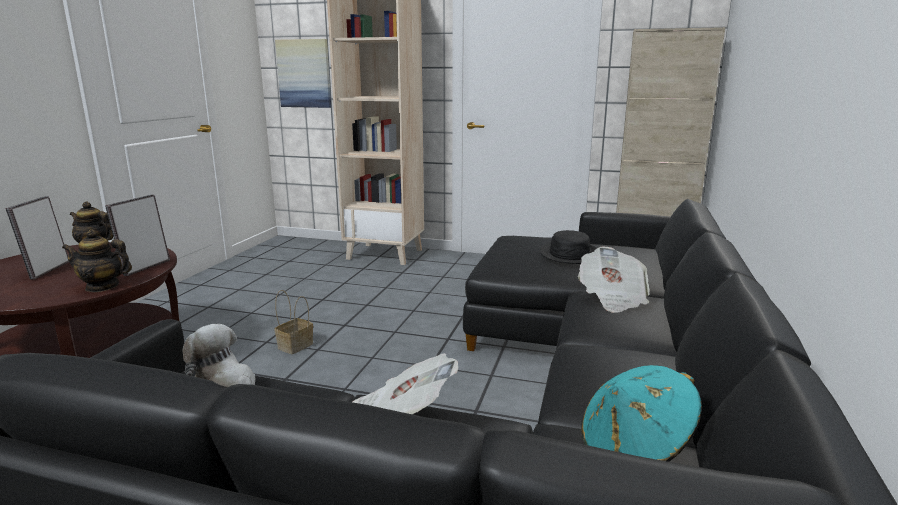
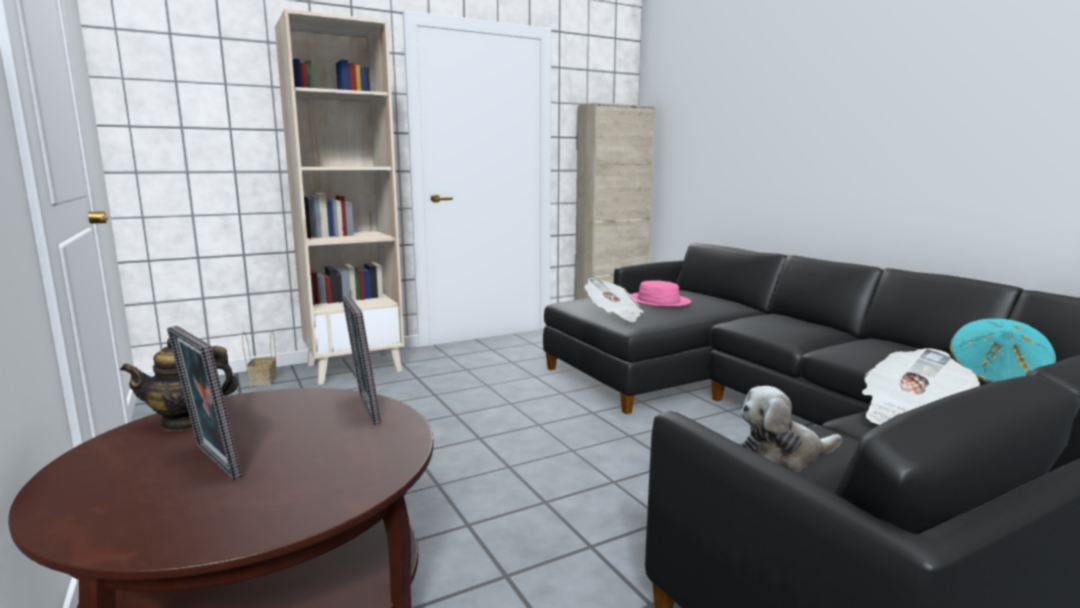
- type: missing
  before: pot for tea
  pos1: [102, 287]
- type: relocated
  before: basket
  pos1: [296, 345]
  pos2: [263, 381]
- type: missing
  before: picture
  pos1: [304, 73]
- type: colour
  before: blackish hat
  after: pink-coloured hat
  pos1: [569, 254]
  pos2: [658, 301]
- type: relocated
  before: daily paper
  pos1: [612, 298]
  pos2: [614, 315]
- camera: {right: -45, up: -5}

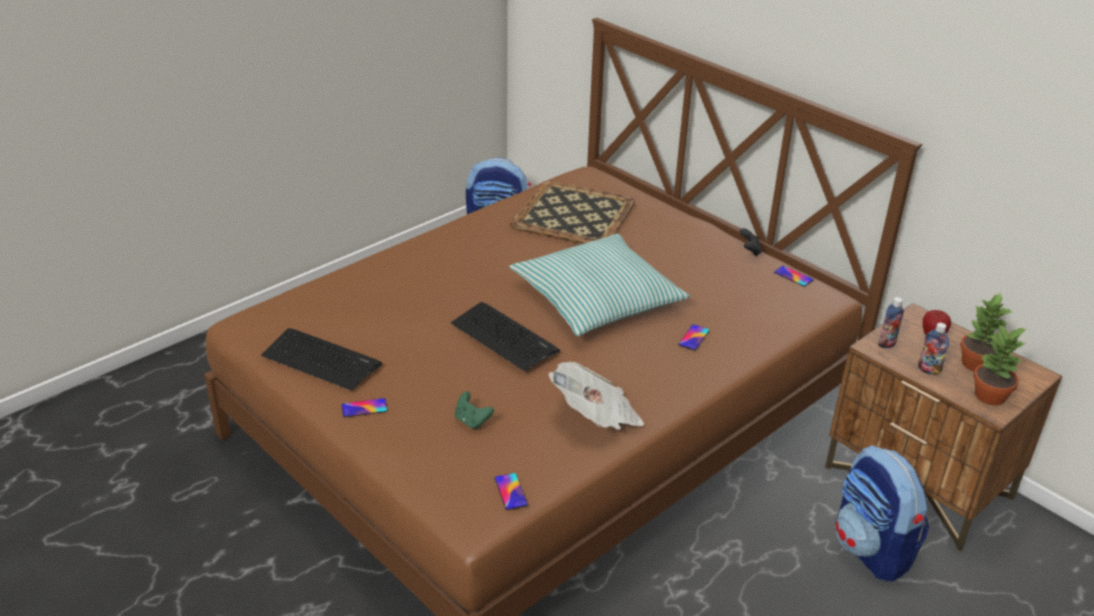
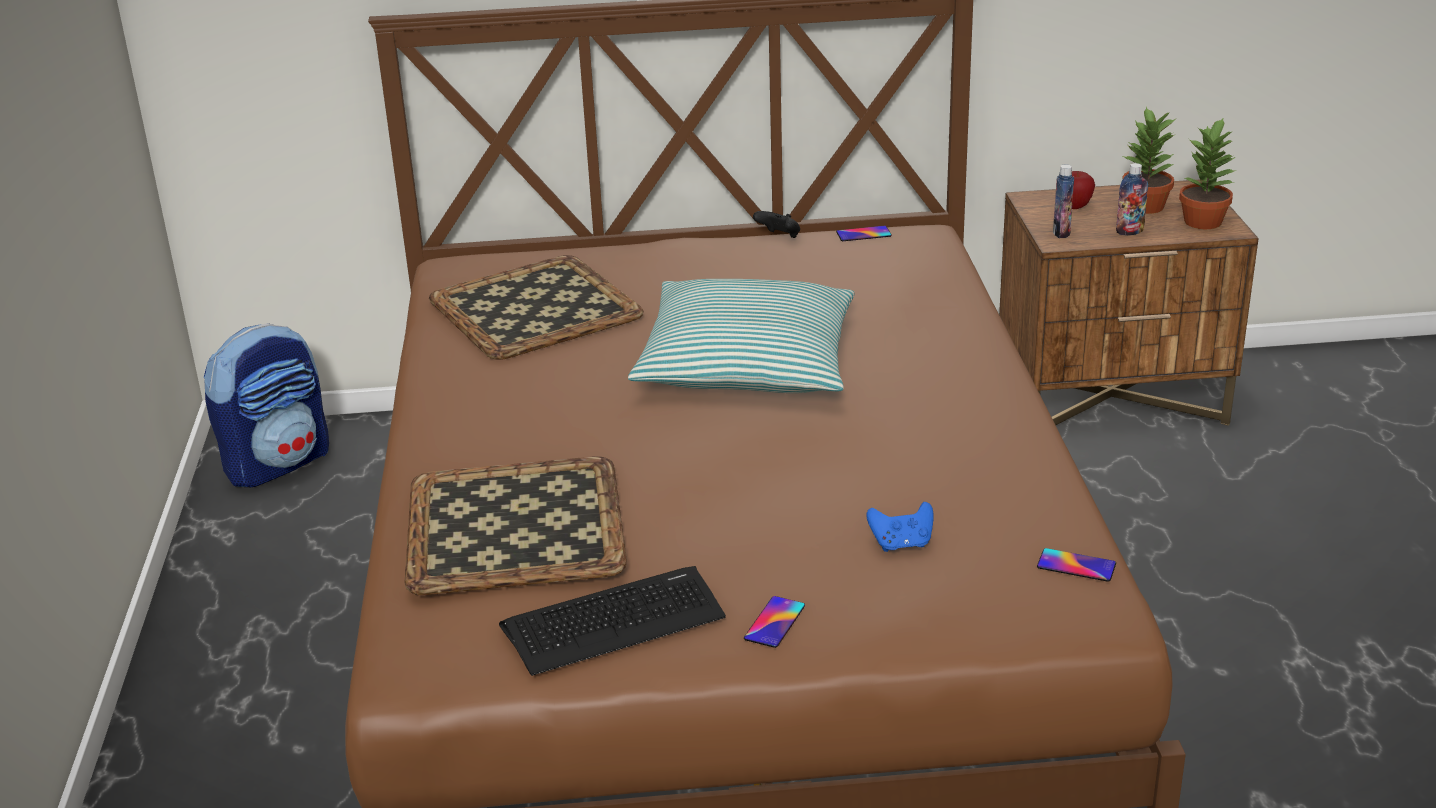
- type: missing
  before: computer keyboard
  pos1: [504, 337]
- type: colour
  before: green-coloured gamepad
  after: blue gamepad
  pos1: [472, 421]
  pos2: [901, 544]
- type: missing
  before: daily paper
  pos1: [596, 416]
- type: missing
  before: phone
  pos1: [693, 338]
- type: missing
  before: backpack
  pos1: [872, 550]
- type: appeared
  after: carrying tray
  pos2: [517, 527]
- camera: {right: -50, up: -5}

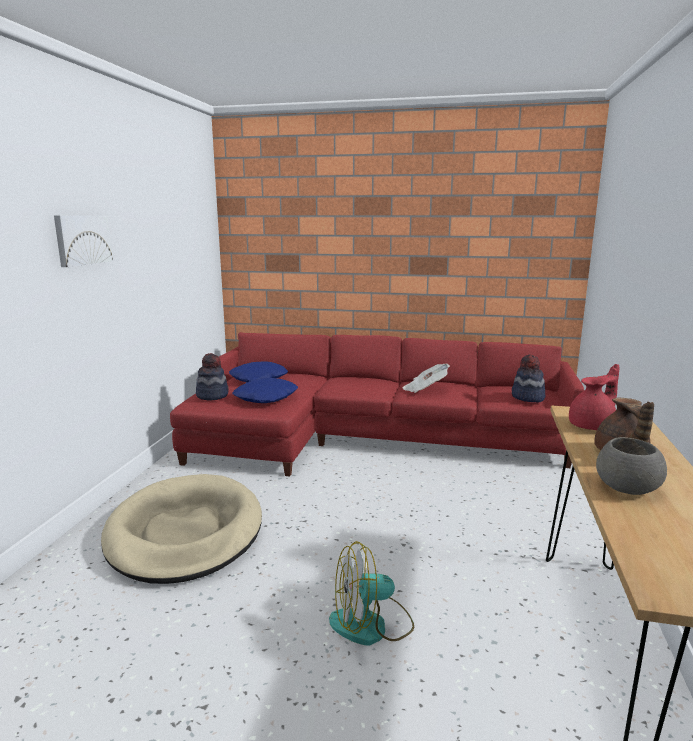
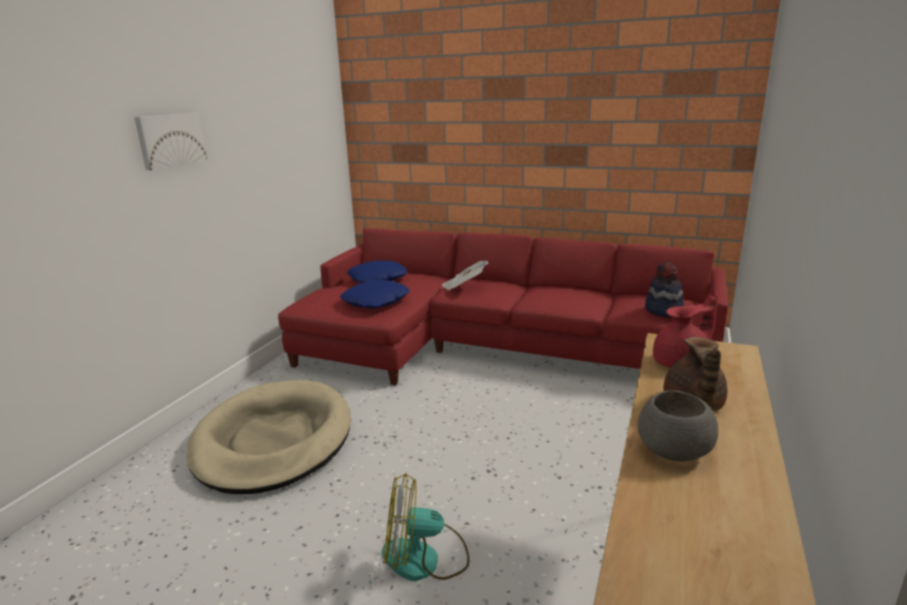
- type: missing
  before: hat
  pos1: [212, 395]
- type: relocated
  before: daily paper
  pos1: [425, 389]
  pos2: [464, 287]
- camera: {right: 10, up: 5}

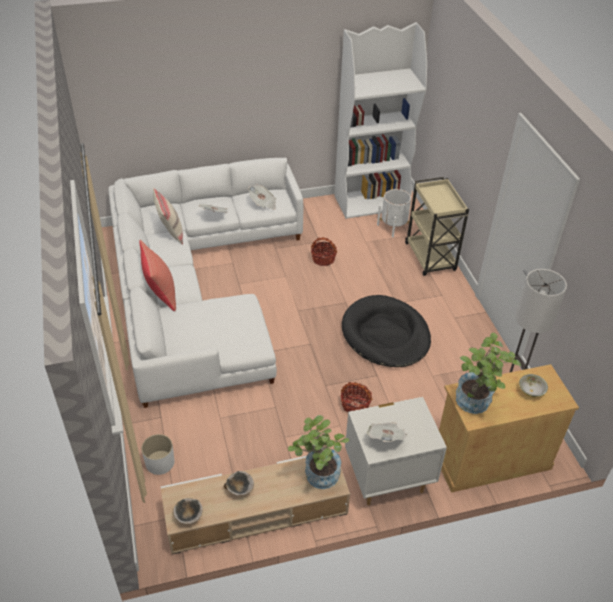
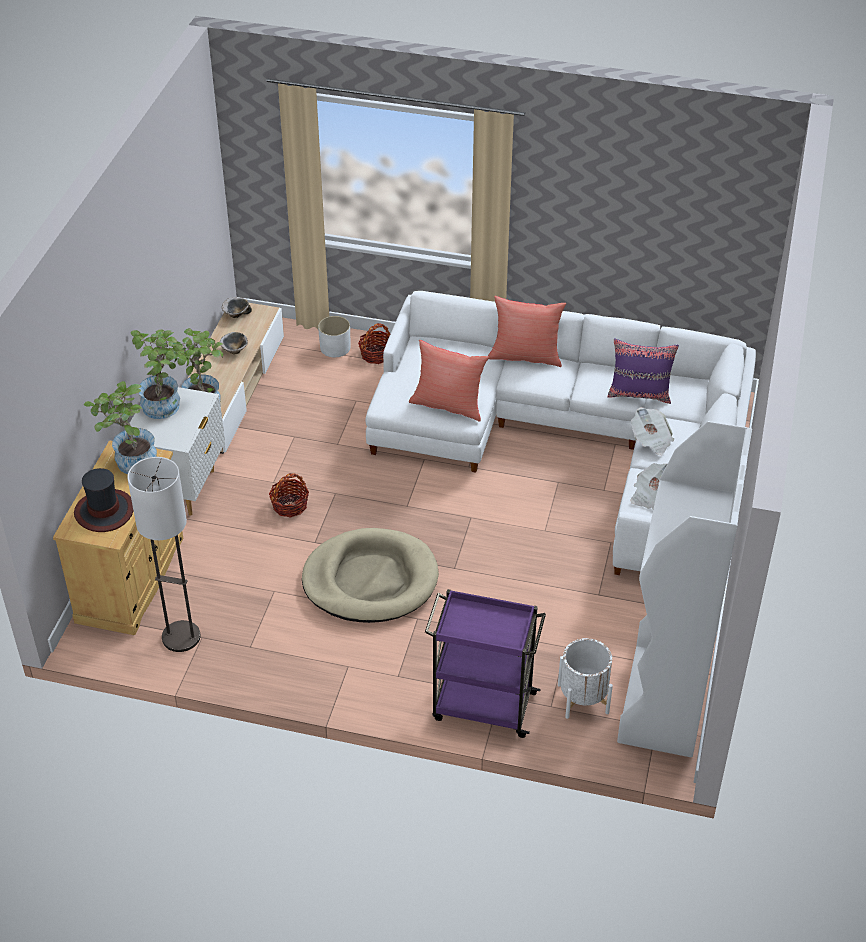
- type: colour
  before: sand-coloured pillow
  after: purple pillow
  pos1: [170, 232]
  pos2: [640, 393]
- type: relocated
  before: basket
  pos1: [323, 259]
  pos2: [376, 354]
- type: colour
  before: blackish pet bed
  after: sand-coloured pet bed
  pos1: [385, 334]
  pos2: [370, 580]
- type: exchanged
  before: daily paper
  after: plant in a pot
  pos1: [386, 438]
  pos2: [167, 405]
- type: colour
  before: sand-coloured trolley
  after: purple trolley
  pos1: [430, 258]
  pos2: [482, 706]
- type: exchanged
  before: deep dish
  after: hat
  pos1: [531, 391]
  pos2: [104, 511]
- type: appeared
  after: red pillow
  pos2: [448, 405]
- camera: {right: 120, up: 0}

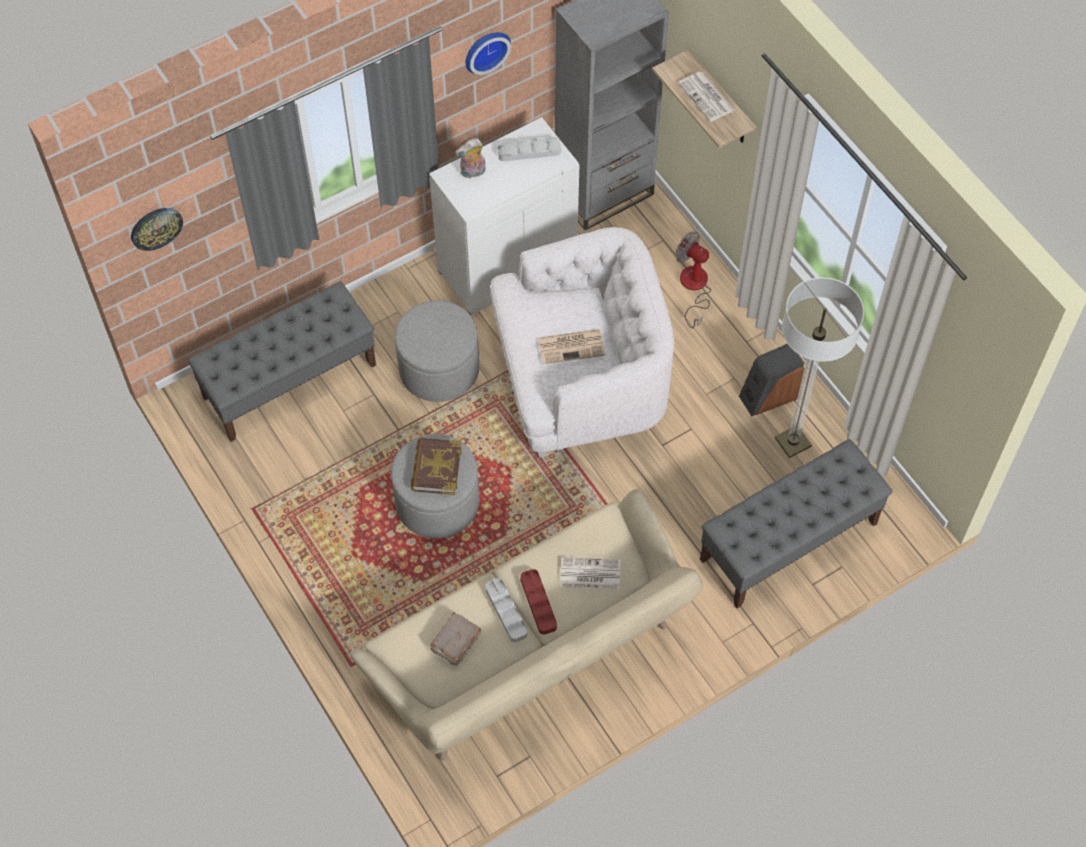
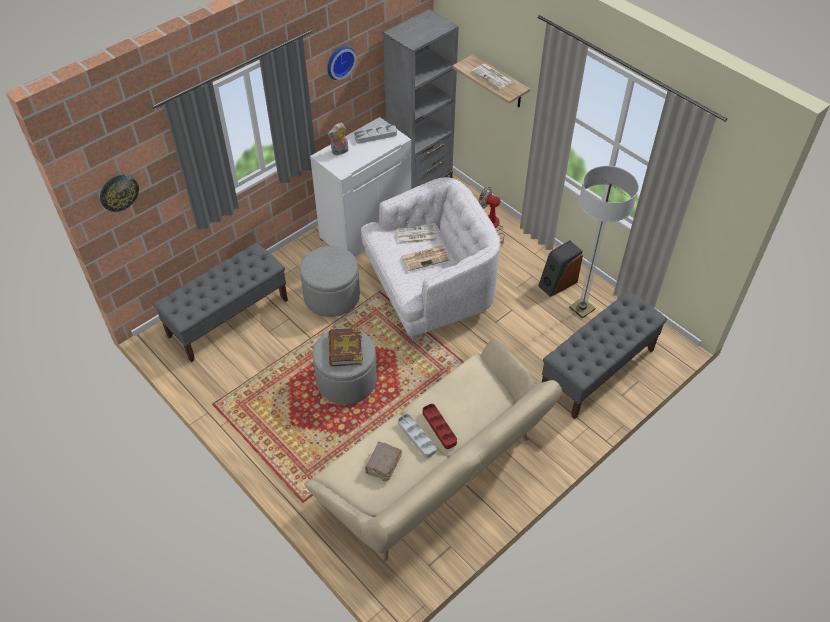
- type: relocated
  before: daily paper
  pos1: [589, 574]
  pos2: [416, 235]
- camera: {right: -10, up: -10}

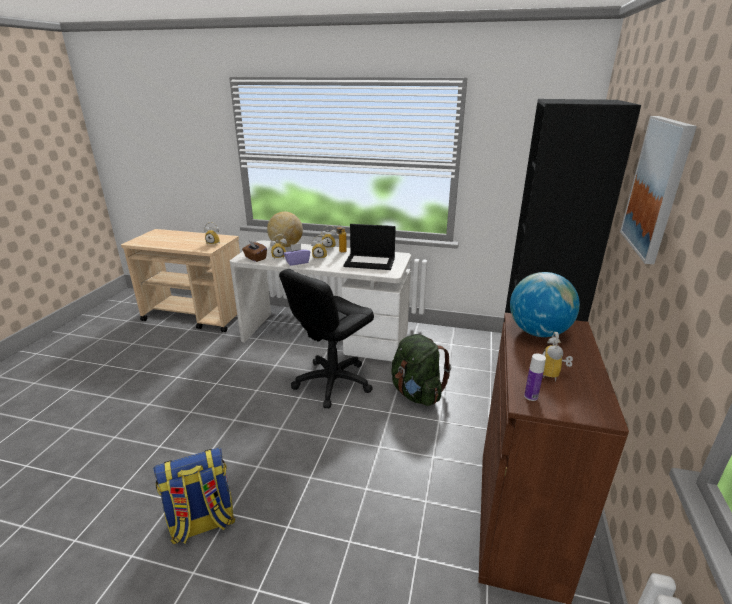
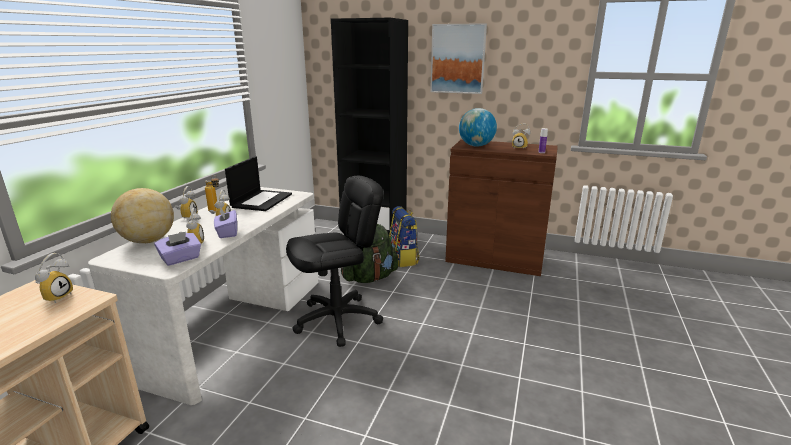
- type: relocated
  before: backpack
  pos1: [202, 523]
  pos2: [404, 259]
- type: colour
  before: brown box of tissues
  after: purple box of tissues
  pos1: [255, 258]
  pos2: [181, 259]
- type: spun
  before: blackish desk chair
  pos1: [332, 382]
  pos2: [337, 320]
  turn: -75
- camera: {right: -85, up: -5}

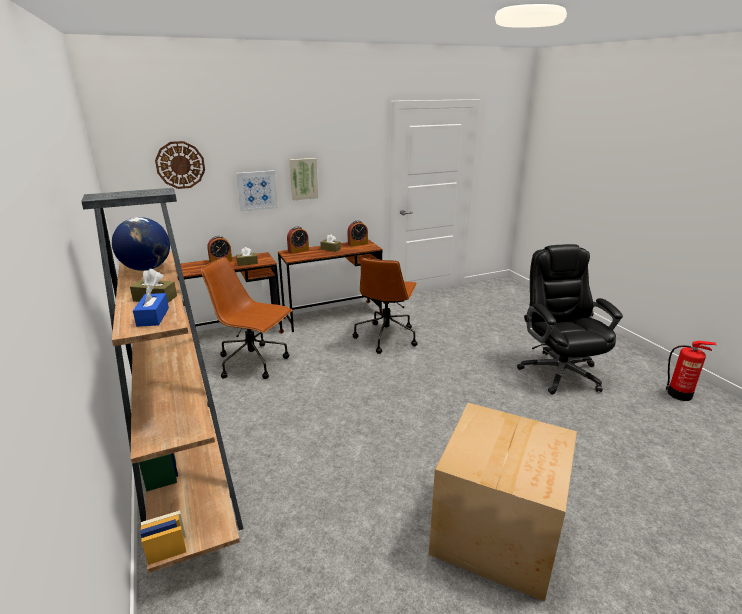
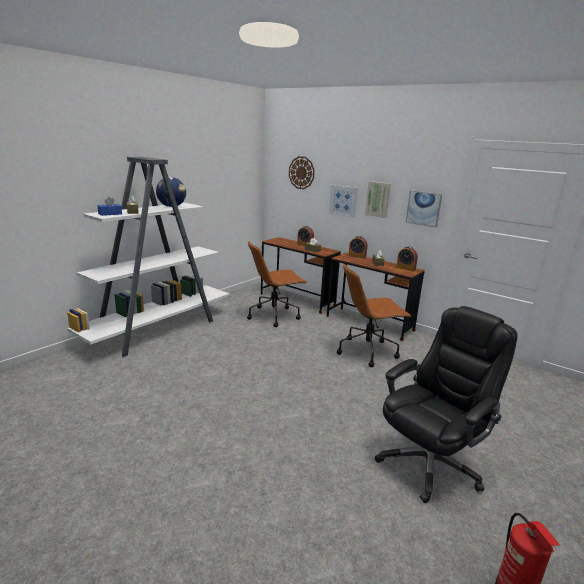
- type: colour
  before: brown bookshelf
  after: whitish bookshelf
  pos1: [186, 471]
  pos2: [159, 329]
- type: spun
  before: brown desk chair
  pos1: [254, 362]
  pos2: [274, 316]
  turn: -105
- type: missing
  before: cardboard box
  pos1: [498, 531]
- type: appeared
  after: picture
  pos2: [423, 208]
- camera: {right: 60, up: -5}

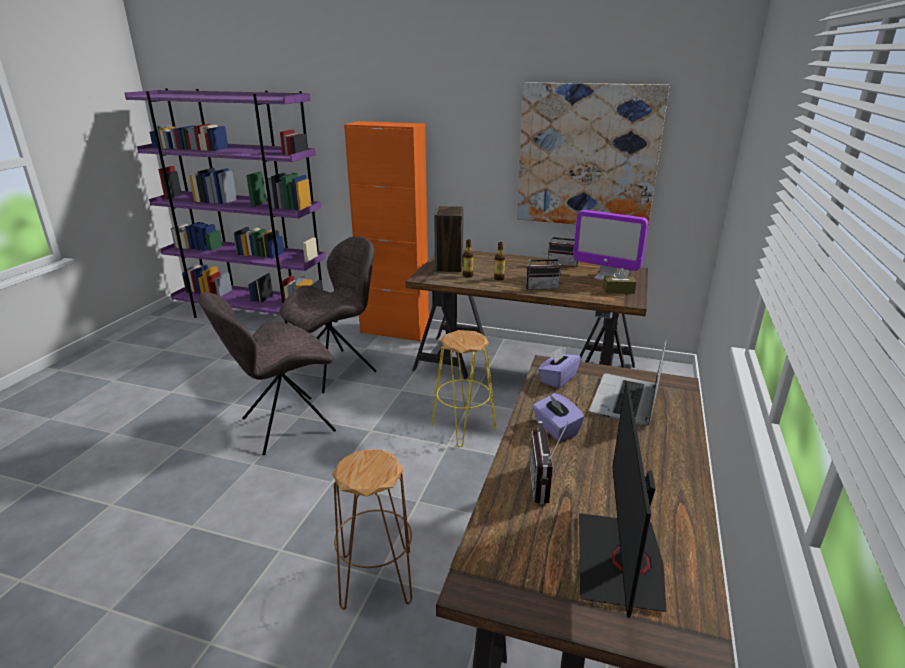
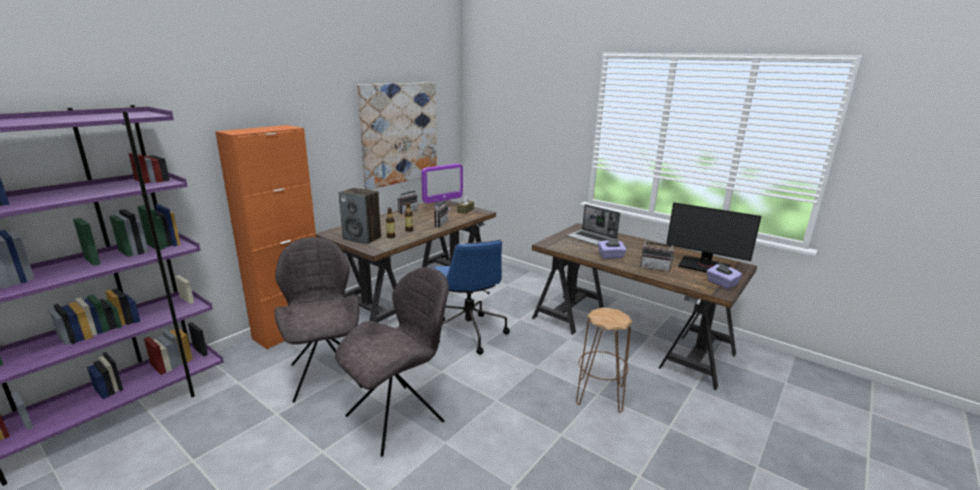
- type: spun
  before: greyish upright chair
  pos1: [284, 426]
  pos2: [398, 417]
  turn: -120
- type: exchanged
  before: yellowish stool seat
  after: blue desk chair
  pos1: [463, 427]
  pos2: [468, 332]
- type: relocated
  before: purple box of tissues
  pos1: [557, 379]
  pos2: [721, 284]
- camera: {right: -70, up: -5}

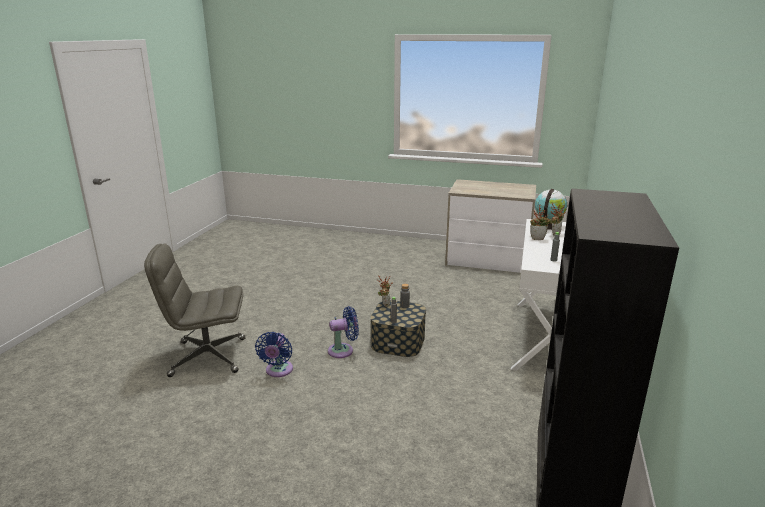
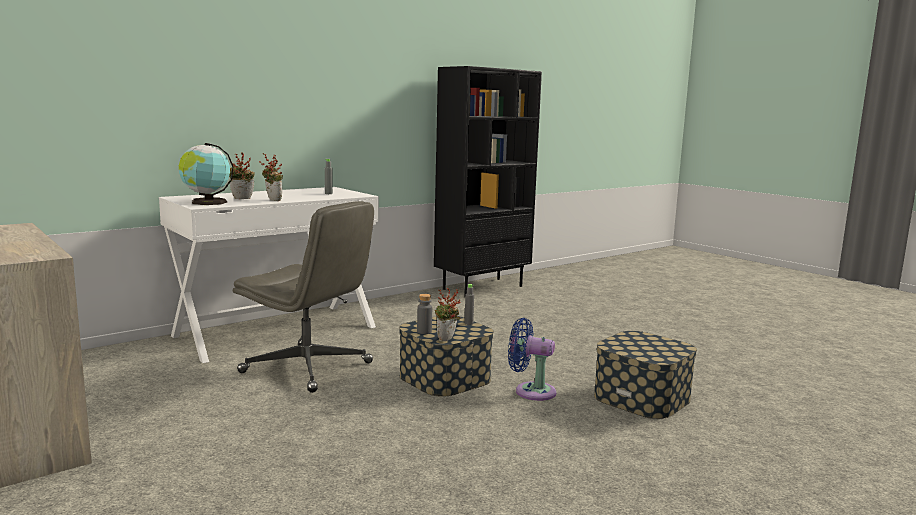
- type: relocated
  before: greyish desk chair
  pos1: [207, 357]
  pos2: [308, 368]
- type: exchanged
  before: blue cooling fan
  after: storage box
  pos1: [278, 371]
  pos2: [641, 397]
- camera: {right: -145, up: -10}

